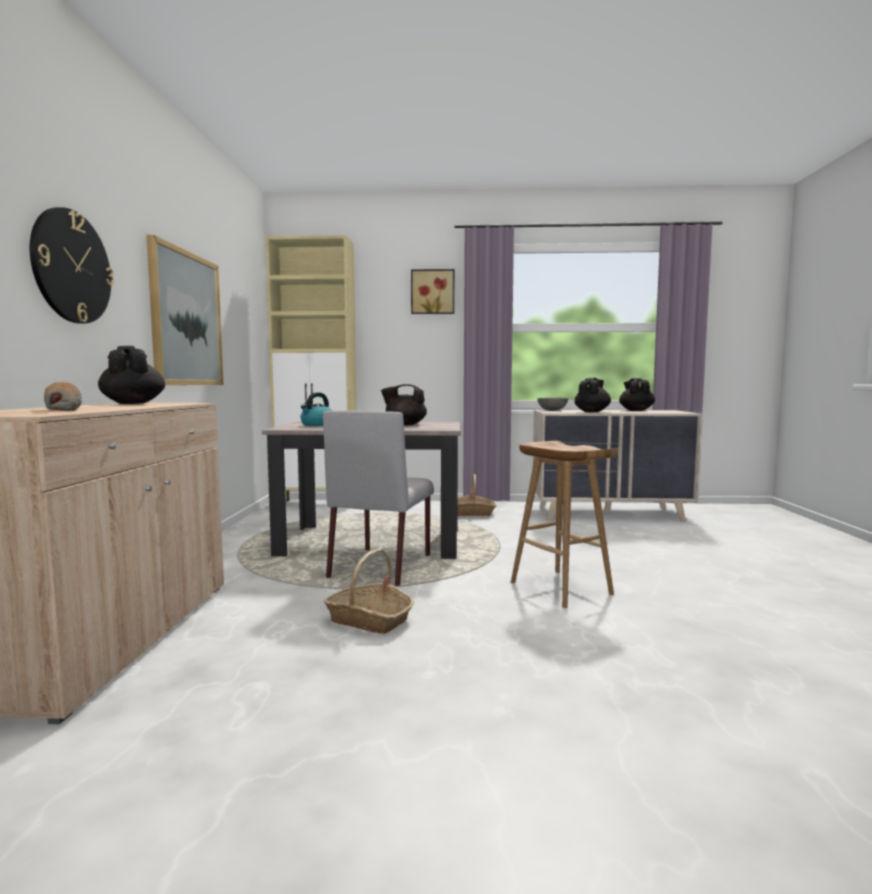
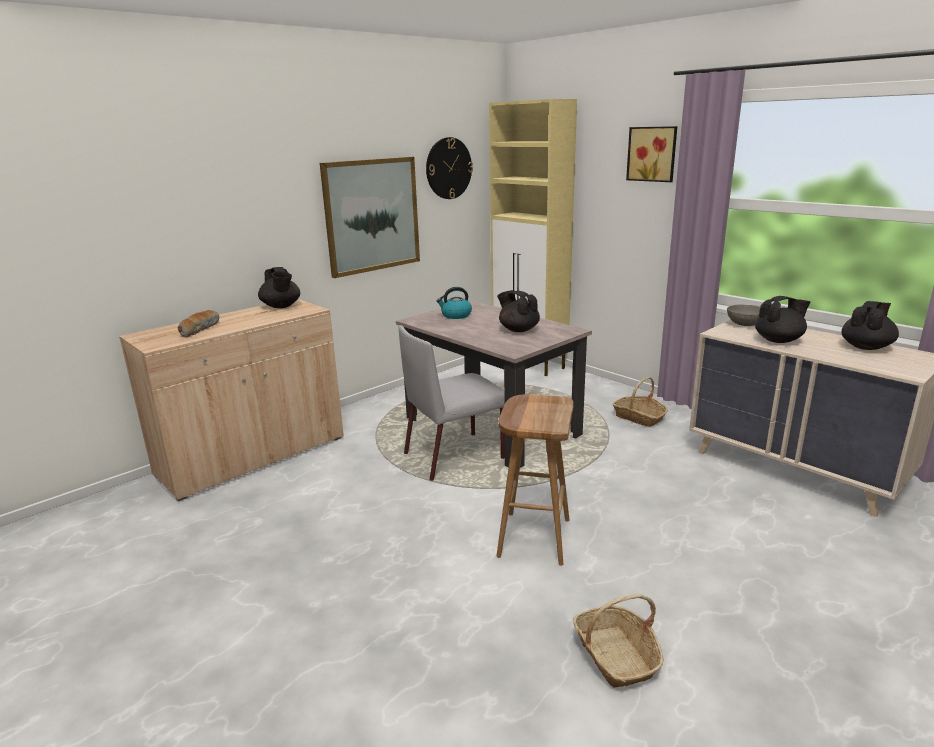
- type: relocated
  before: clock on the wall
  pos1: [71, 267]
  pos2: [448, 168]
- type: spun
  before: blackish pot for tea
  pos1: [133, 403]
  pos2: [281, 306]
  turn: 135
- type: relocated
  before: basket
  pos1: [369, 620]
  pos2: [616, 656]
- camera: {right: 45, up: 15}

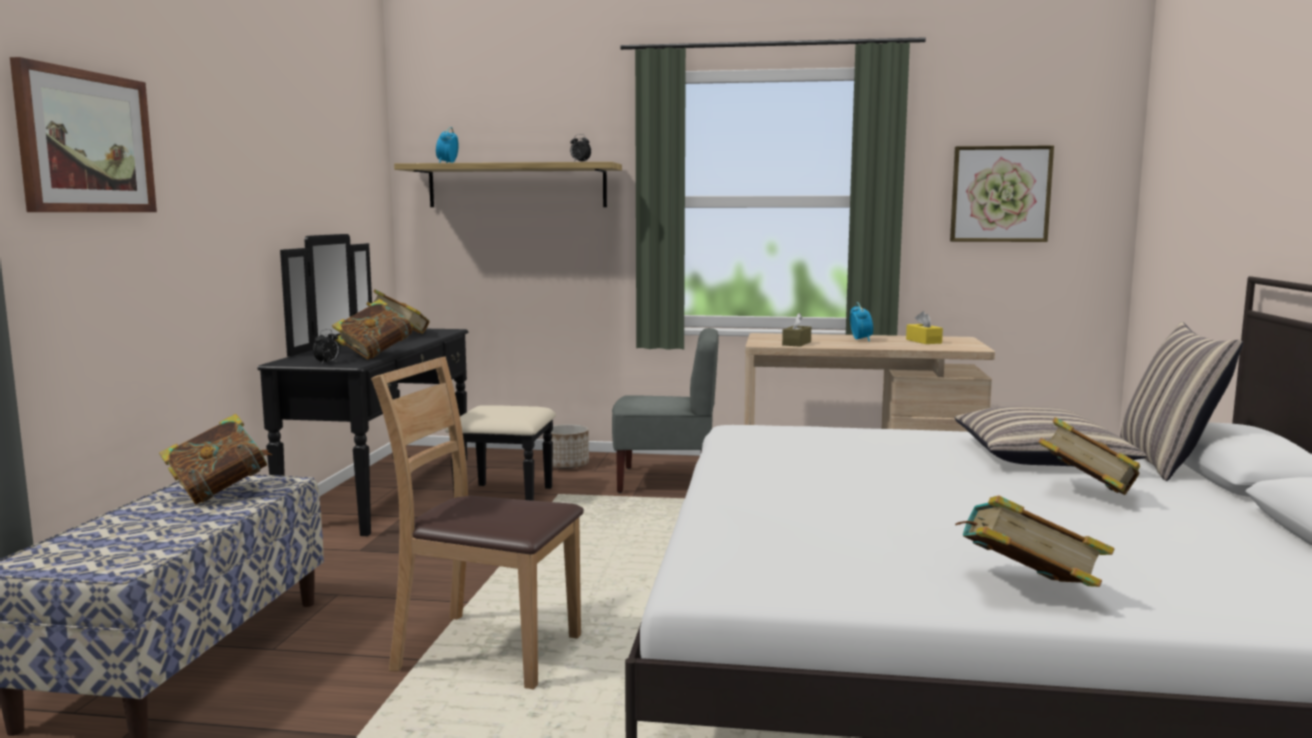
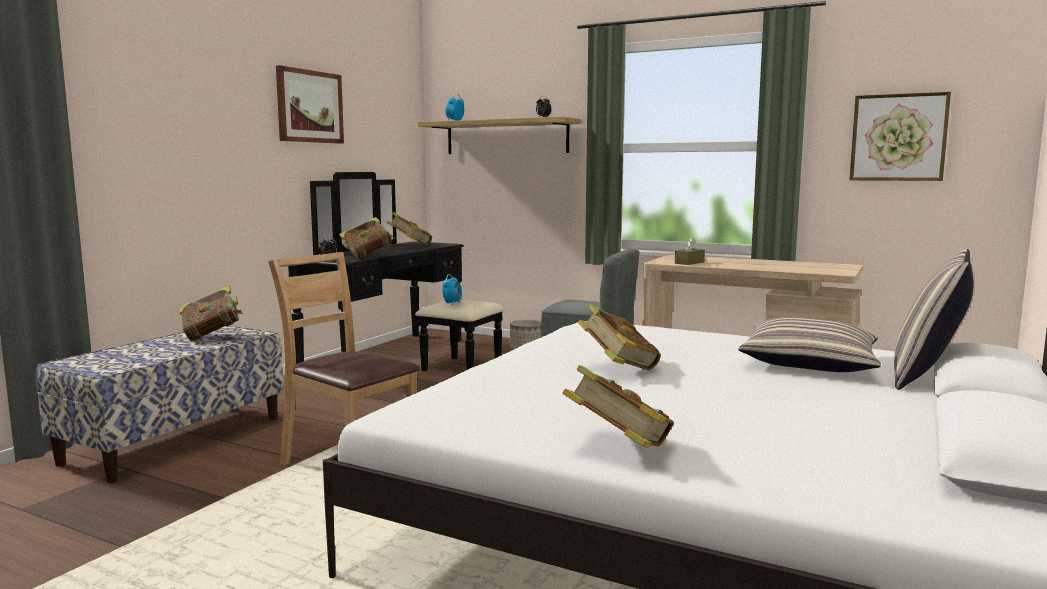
- type: relocated
  before: picture
  pos1: [86, 142]
  pos2: [309, 106]
- type: relocated
  before: table clock
  pos1: [860, 340]
  pos2: [452, 303]
- type: missing
  before: yellowish box of tissues
  pos1: [923, 341]
- type: relocated
  before: volume
  pos1: [1086, 495]
  pos2: [618, 367]
- camera: {right: 20, up: 0}

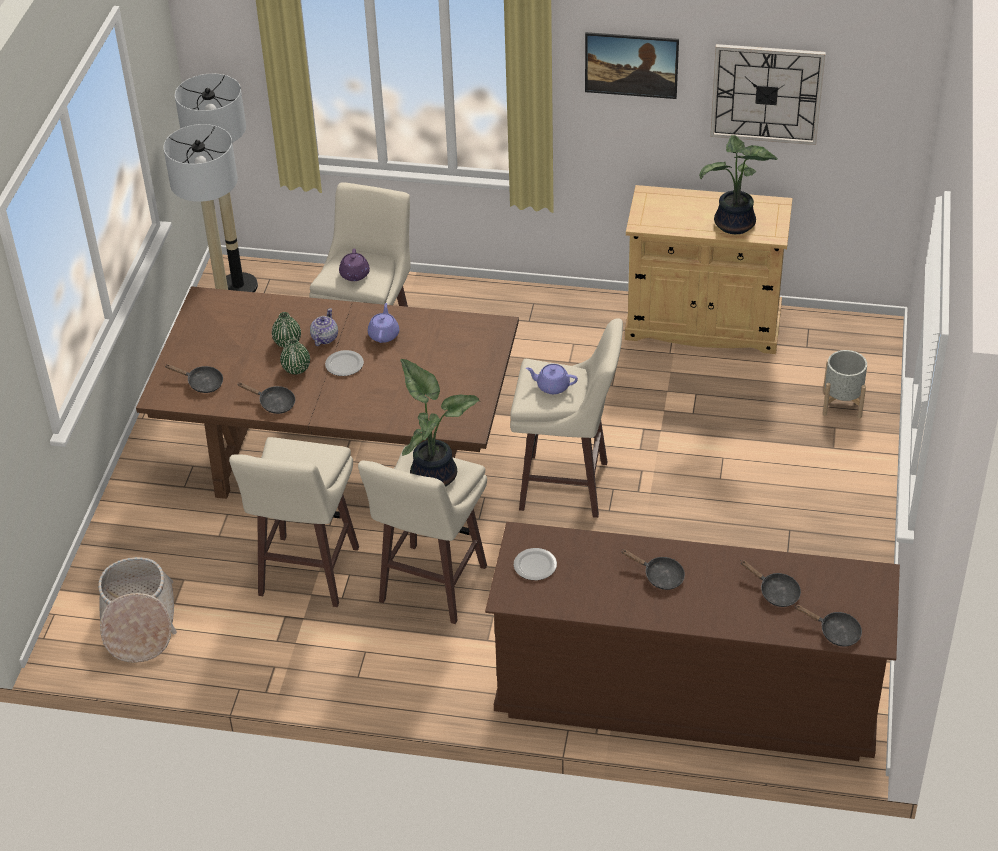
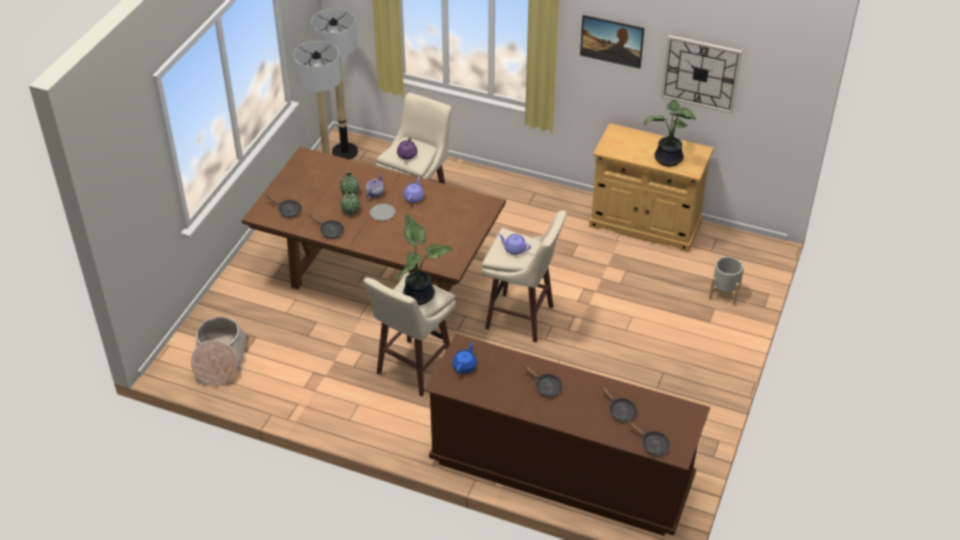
- type: missing
  before: sand-coloured stool seat
  pos1: [307, 574]
- type: exchanged
  before: dinner plate
  after: blue pot for tea
  pos1: [534, 566]
  pos2: [465, 366]
- camera: {right: 10, up: 0}

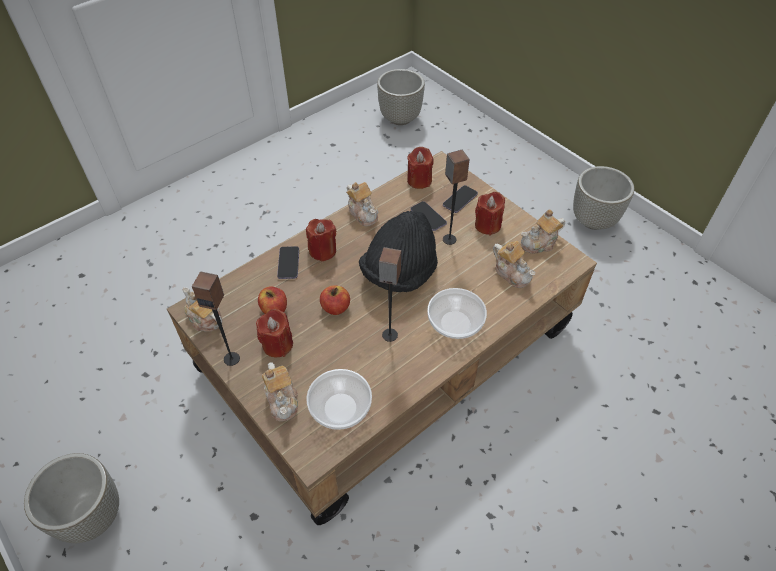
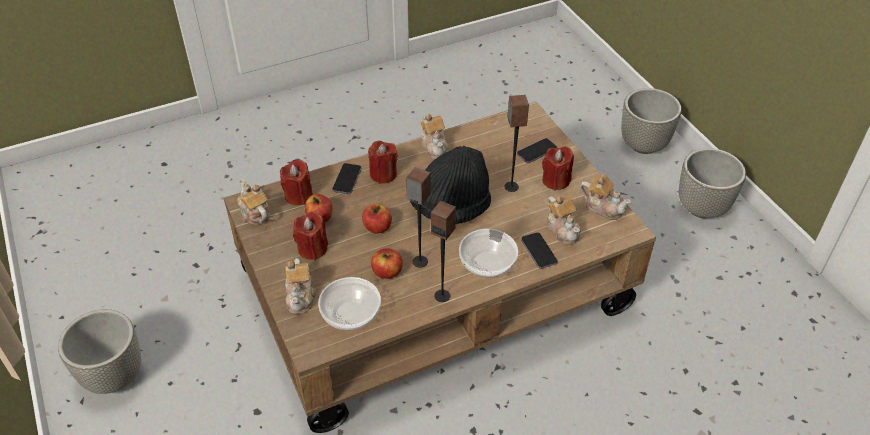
- type: relocated
  before: loudspeaker
  pos1: [232, 358]
  pos2: [442, 295]
- type: relocated
  before: greyish planter
  pos1: [400, 118]
  pos2: [643, 145]
- type: relocated
  before: red candle
  pos1: [419, 180]
  pos2: [298, 195]
- type: relocated
  before: phone
  pos1: [428, 217]
  pos2: [539, 251]
- type: spun
  before: pot for tea
  pos1: [540, 243]
  pos2: [603, 207]
  turn: -135
- type: appeared
  after: apple fruit
  pos2: [387, 272]
- camera: {right: 15, up: -5}

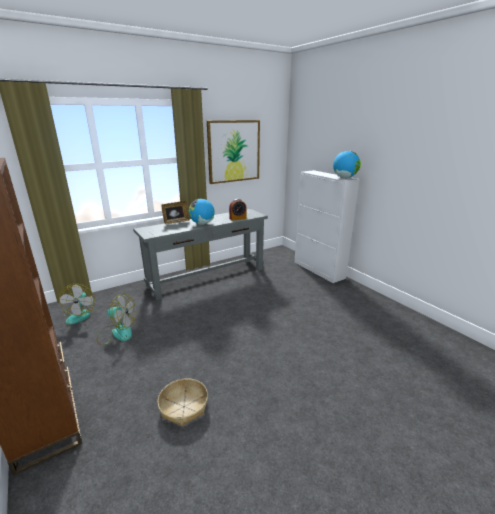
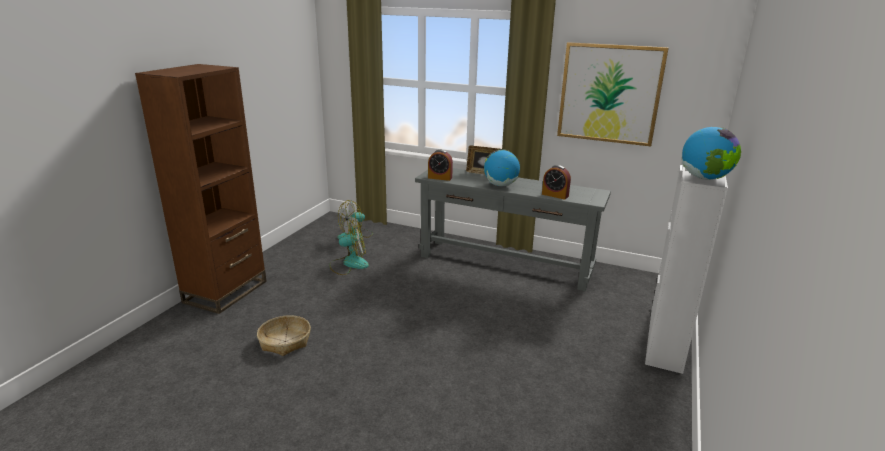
- type: spun
  before: cooling fan
  pos1: [117, 333]
  pos2: [349, 264]
  turn: -75
- type: appeared
  after: table clock
  pos2: [440, 178]
- camera: {right: 55, up: 0}

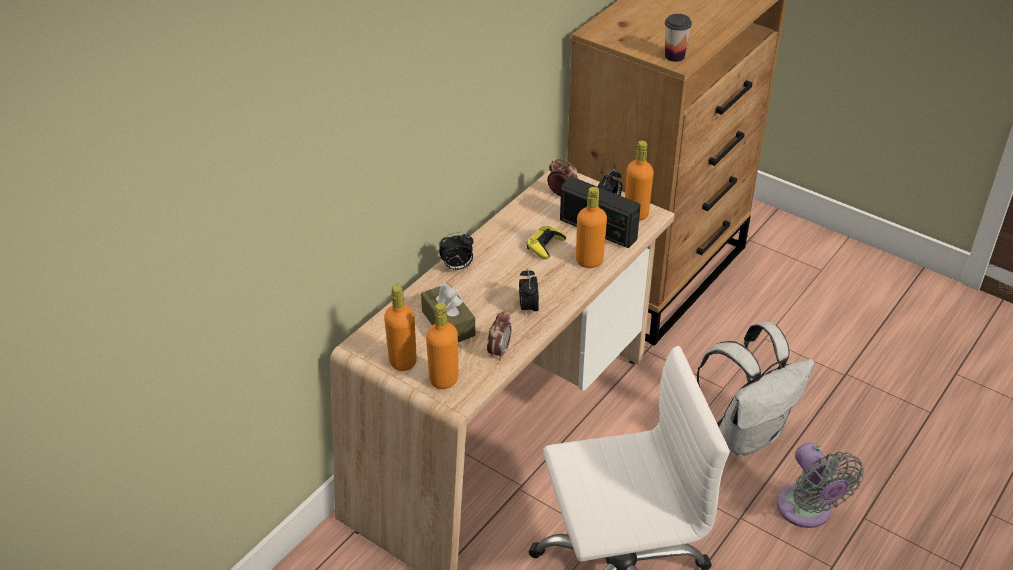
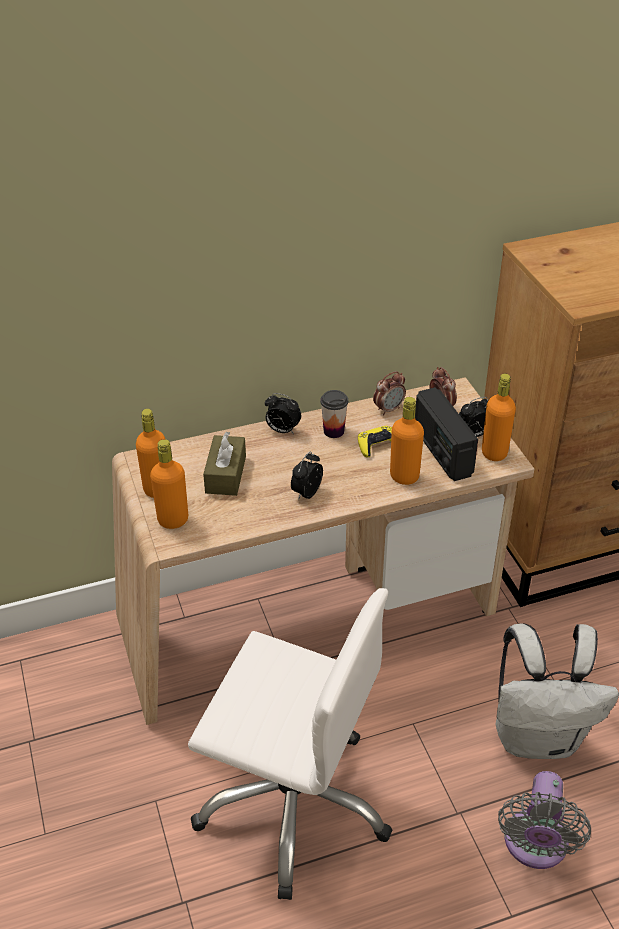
- type: relocated
  before: table clock
  pos1: [499, 351]
  pos2: [388, 409]
- type: relocated
  before: small cup
  pos1: [674, 56]
  pos2: [333, 431]
- camera: {right: 35, up: 0}

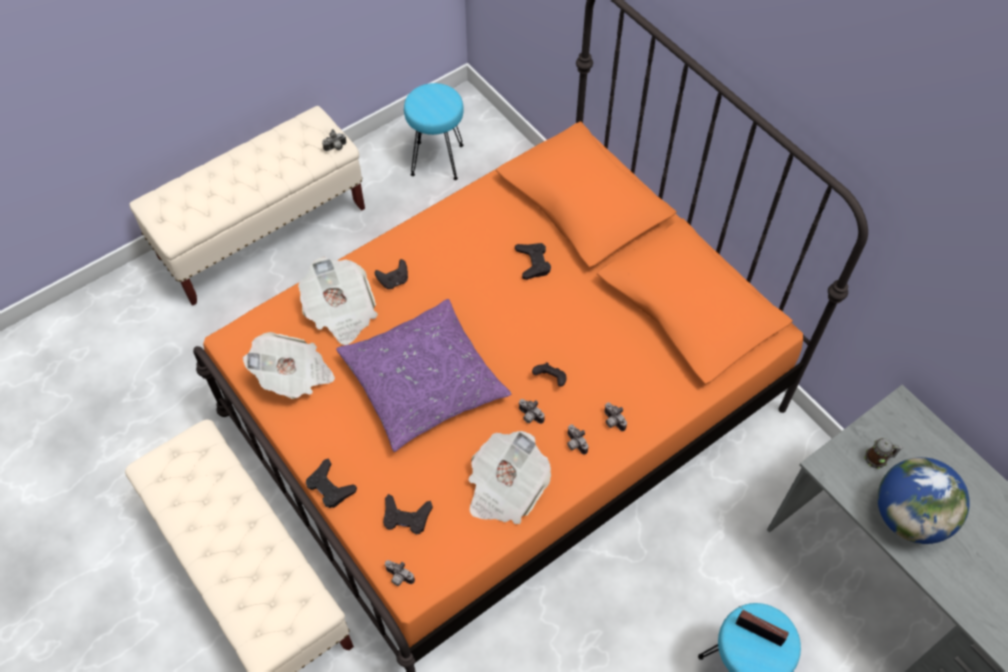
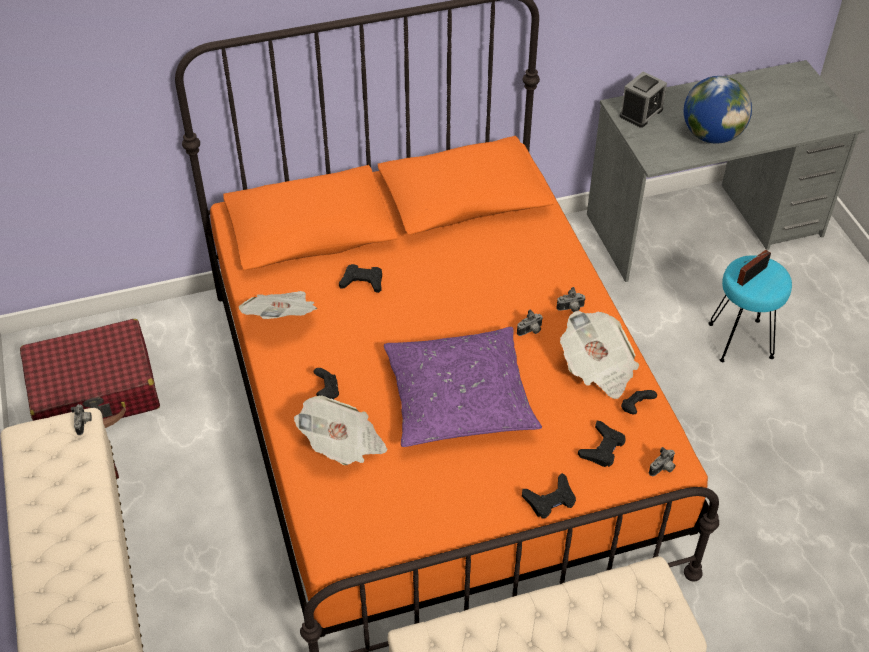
- type: relocated
  before: daily paper
  pos1: [294, 376]
  pos2: [282, 318]
- type: exchanged
  before: turquoise stool seat
  after: red piece of luggage
  pos1: [438, 160]
  pos2: [95, 391]
- type: relocated
  before: blackish gamepad
  pos1: [550, 379]
  pos2: [635, 408]
- type: missing
  before: still camera
  pos1: [612, 422]
- type: missing
  before: tea mug
  pos1: [878, 459]
- type: appeared
  after: table clock
  pos2: [641, 113]
- camera: {right: -70, up: -10}

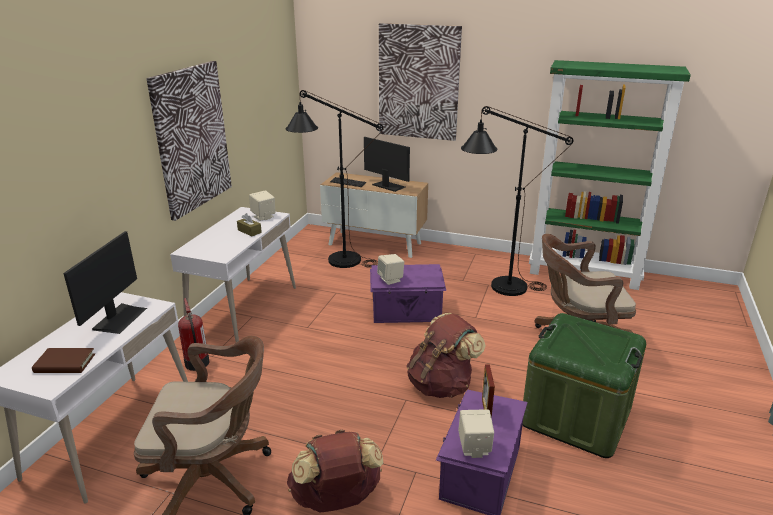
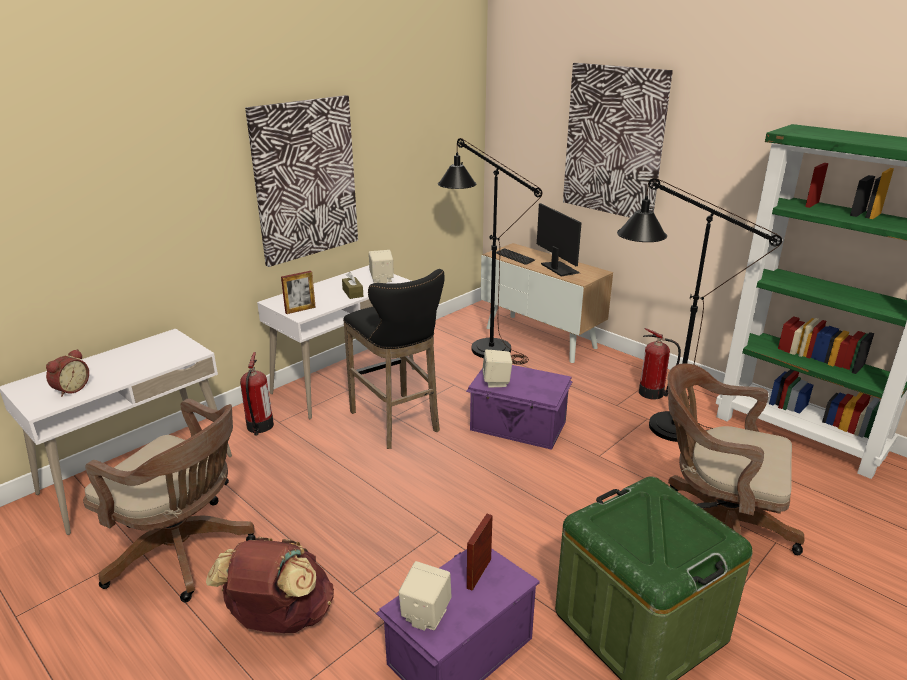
- type: exchanged
  before: brown volume
  after: table clock
  pos1: [64, 363]
  pos2: [70, 389]
- type: missing
  before: computer display
  pos1: [119, 318]
- type: missing
  before: brown backpack
  pos1: [441, 385]
- type: appeared
  after: picture frame
  pos2: [300, 310]
- type: appeared
  after: blackish stool seat
  pos2: [397, 423]
- type: appeared
  after: fire extinguisher
  pos2: [653, 393]
- camera: {right: 25, up: 0}

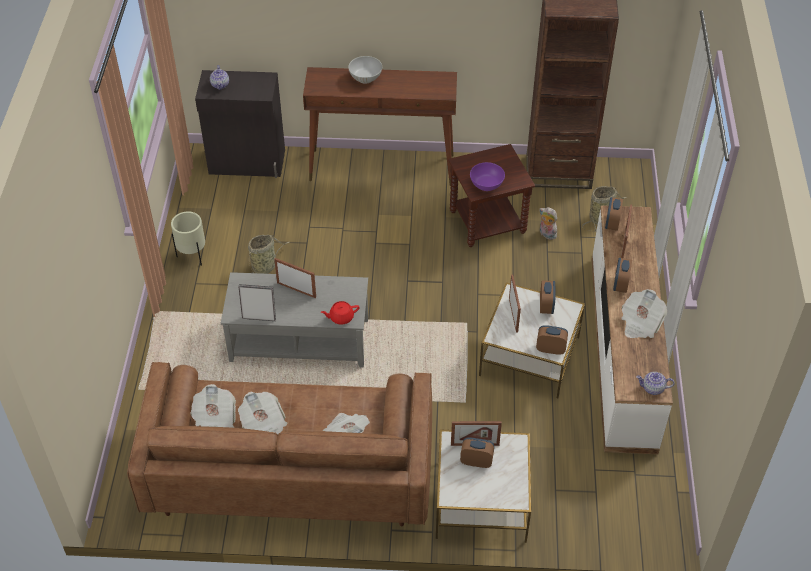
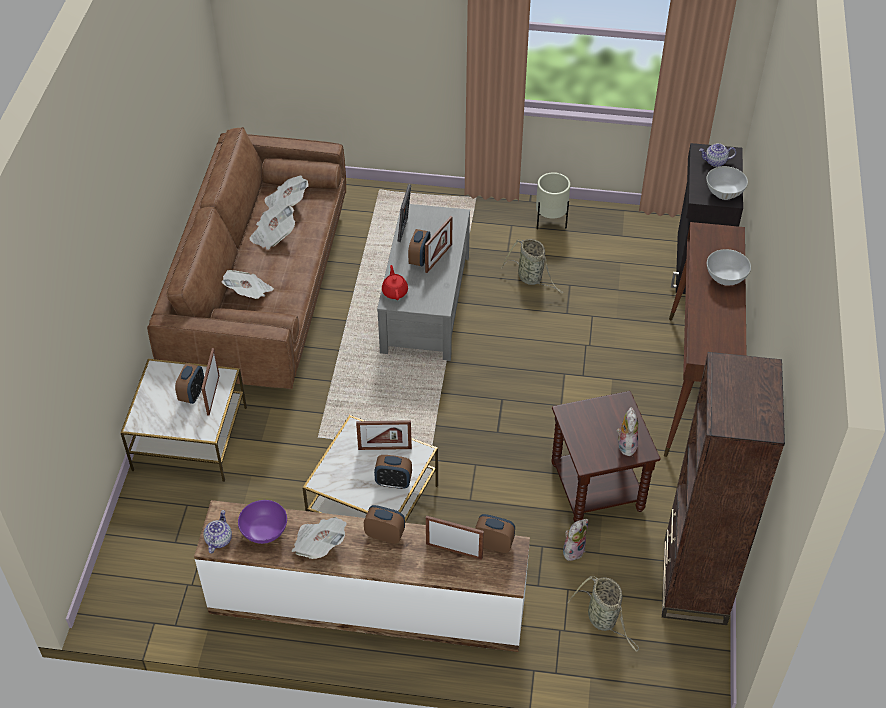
- type: relocated
  before: purple deep dish
  pos1: [486, 185]
  pos2: [264, 532]
- type: relocated
  before: table clock
  pos1: [550, 349]
  pos2: [419, 259]
- type: appeared
  after: cuddly toy
  pos2: [625, 444]
- type: appeared
  after: whitish deep dish
  pos2: [724, 193]
- camera: {right: 95, up: 0}

